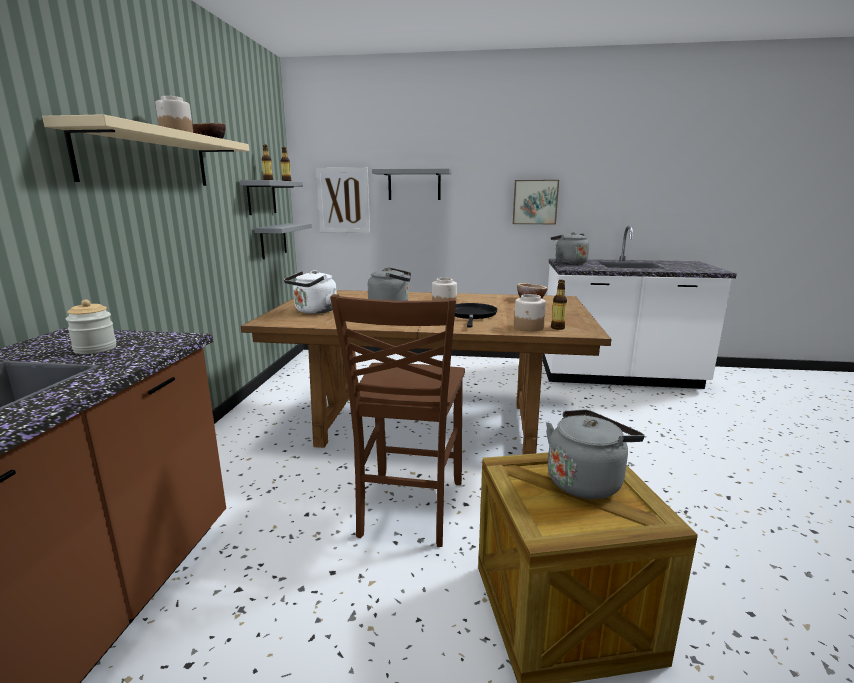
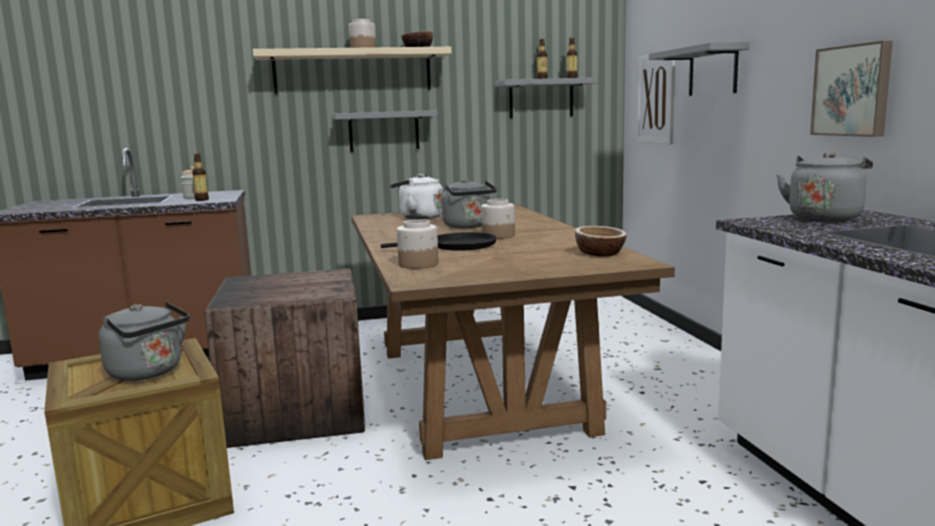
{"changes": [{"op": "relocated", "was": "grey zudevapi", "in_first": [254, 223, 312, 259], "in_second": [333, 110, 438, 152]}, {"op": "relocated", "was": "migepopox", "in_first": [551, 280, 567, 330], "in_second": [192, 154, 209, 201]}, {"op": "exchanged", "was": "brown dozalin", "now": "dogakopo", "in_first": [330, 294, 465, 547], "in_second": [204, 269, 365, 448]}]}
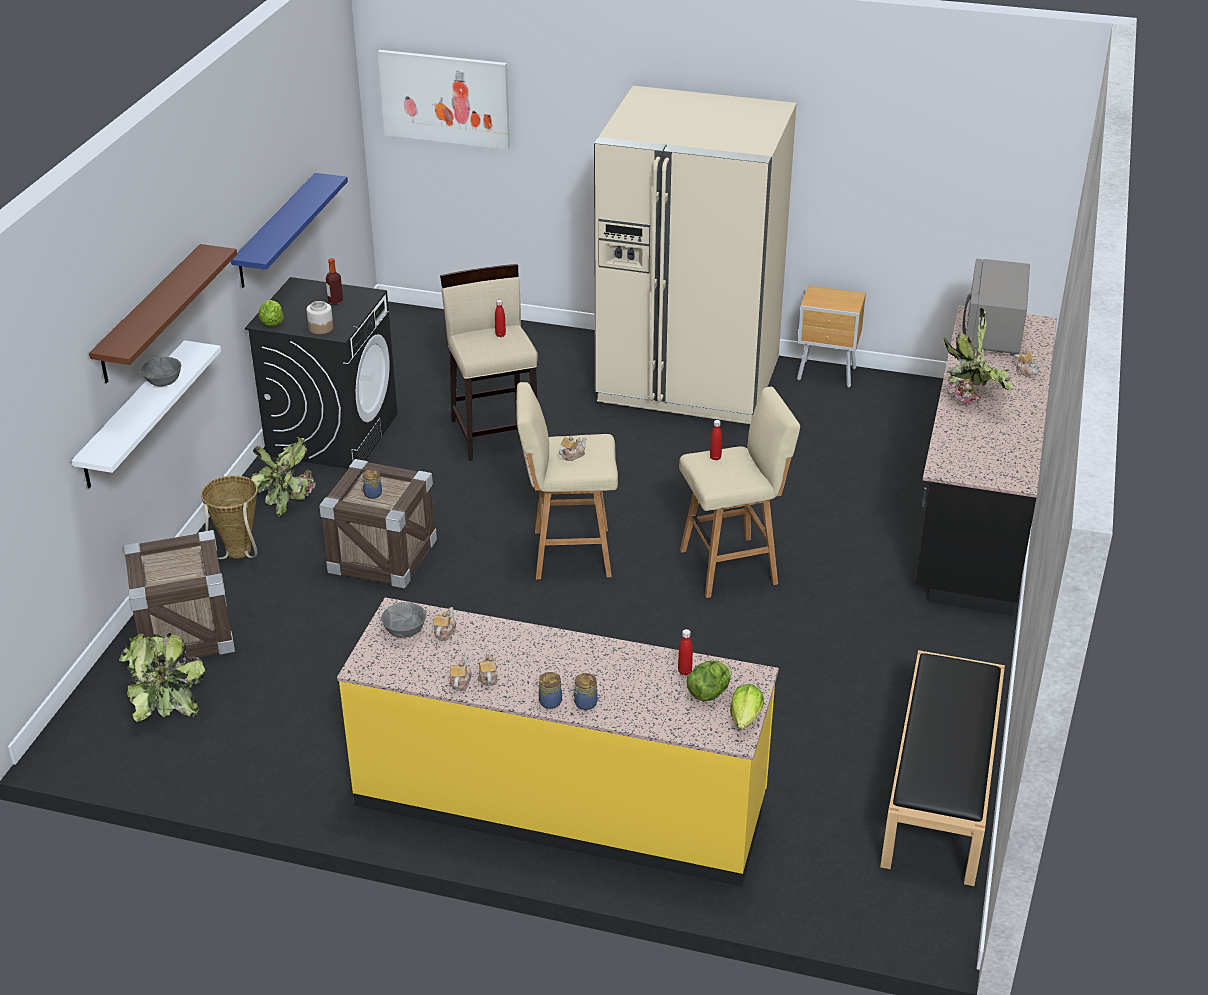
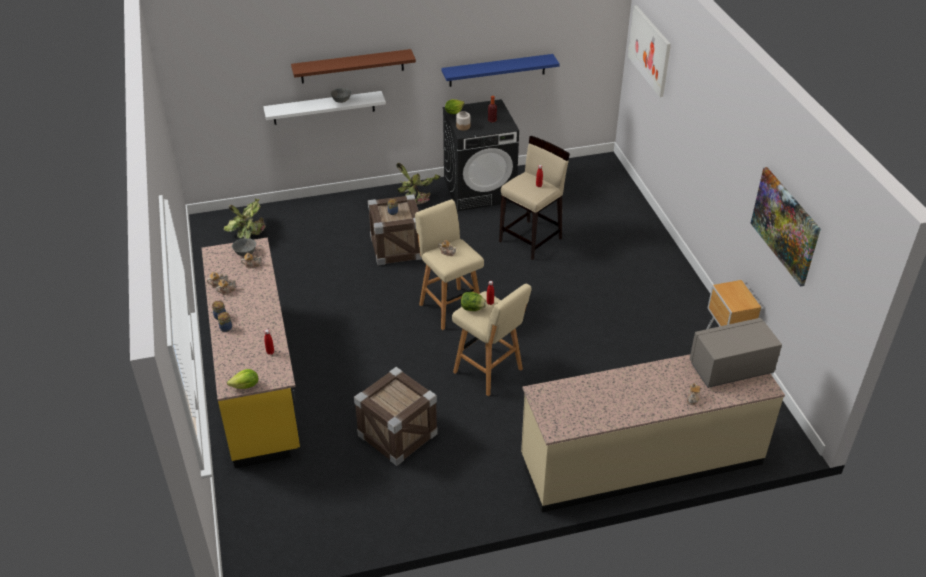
{"changes": [{"op": "missing", "was": "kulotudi", "in_first": [201, 475, 258, 559]}, {"op": "missing", "was": "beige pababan", "in_first": [594, 86, 797, 424]}, {"op": "missing", "was": "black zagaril", "in_first": [880, 650, 1005, 886]}, {"op": "missing", "was": "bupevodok", "in_first": [943, 307, 1013, 404]}, {"op": "appeared", "now": "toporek", "in_second": [751, 167, 821, 287]}, {"op": "relocated", "was": "dogakopo", "in_first": [123, 530, 235, 658], "in_second": [354, 367, 438, 466]}, {"op": "relocated", "was": "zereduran", "in_first": [687, 660, 732, 701], "in_second": [461, 292, 487, 311]}, {"op": "colour", "was": "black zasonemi", "now": "beige zasonemi", "in_first": [916, 305, 1057, 616], "in_second": [521, 354, 785, 512]}]}
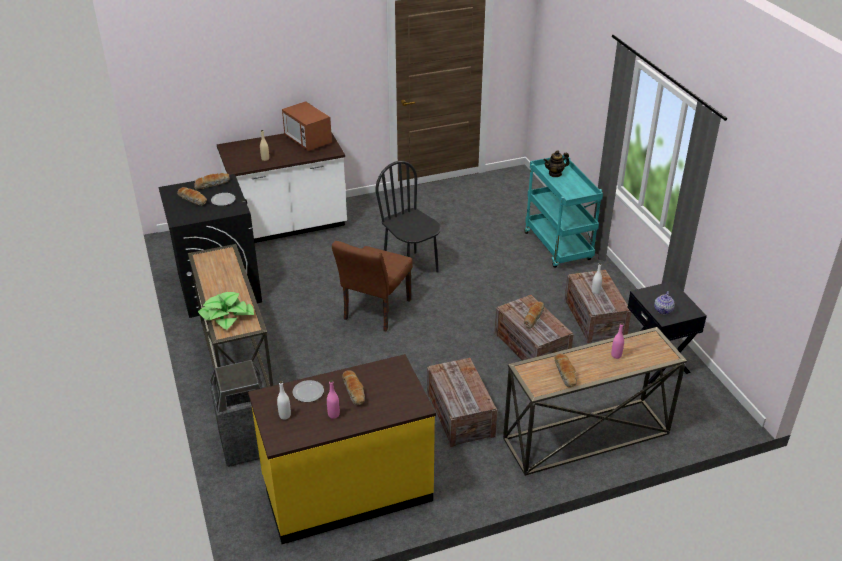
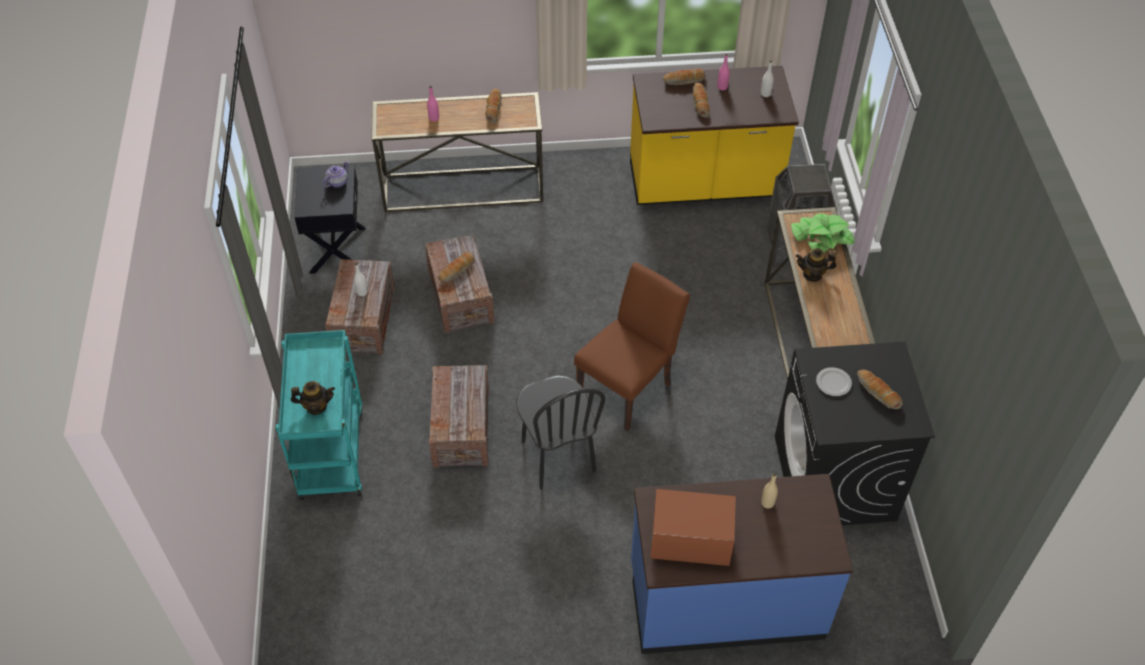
{"changes": [{"op": "missing", "was": "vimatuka", "in_first": [293, 380, 324, 402]}, {"op": "appeared", "now": "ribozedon", "in_second": [796, 248, 836, 282]}, {"op": "relocated", "was": "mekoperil", "in_first": [194, 173, 230, 190], "in_second": [663, 69, 706, 85]}, {"op": "relocated", "was": "dogakopo", "in_first": [427, 358, 497, 447], "in_second": [429, 365, 489, 468]}, {"op": "colour", "was": "white zasonemi", "now": "blue zasonemi", "in_first": [217, 132, 347, 243], "in_second": [631, 474, 853, 654]}, {"op": "spun", "was": "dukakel", "in_first": [282, 101, 332, 151], "in_second": [651, 489, 736, 566], "clockwise": -60}]}
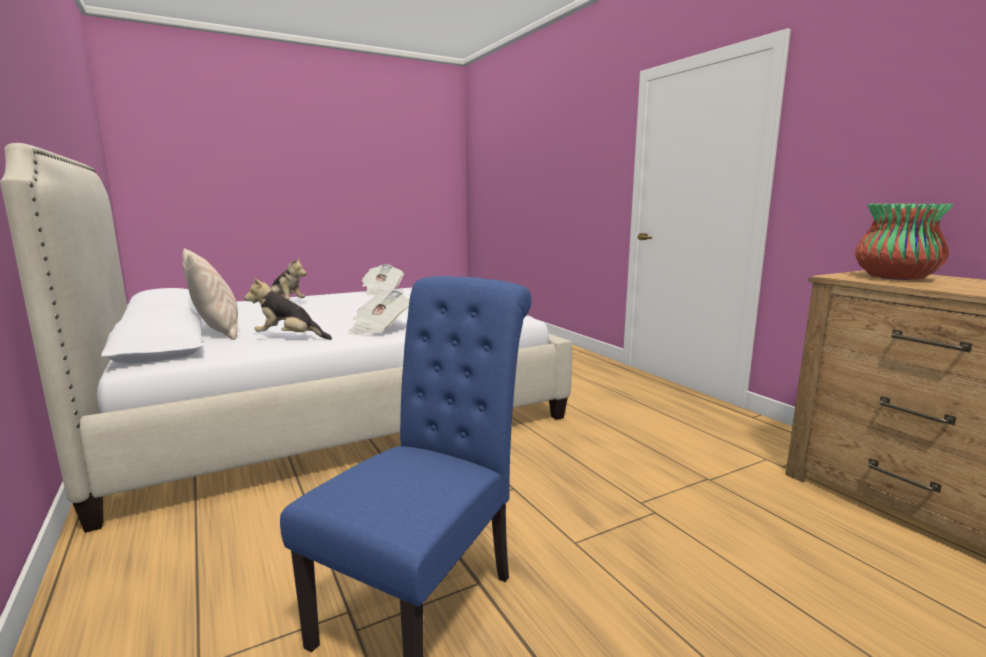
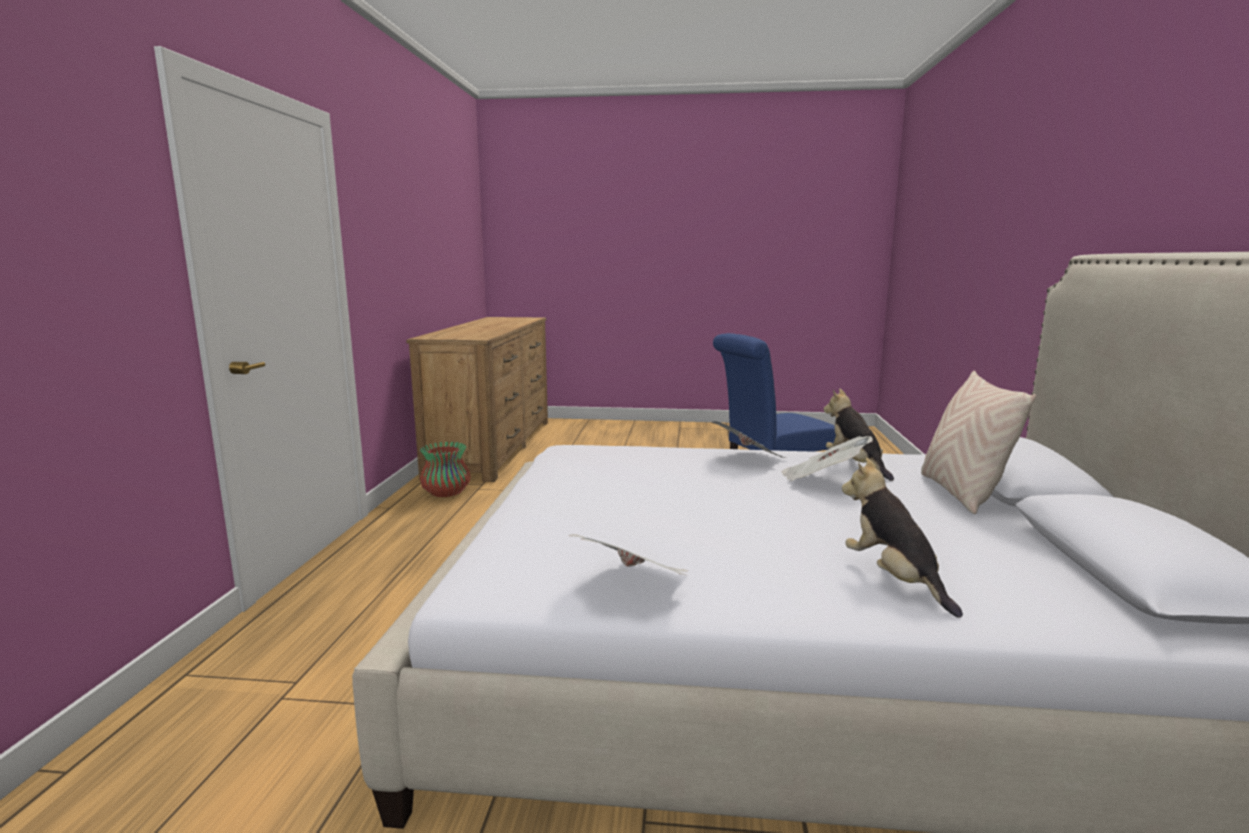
{"changes": [{"op": "appeared", "now": "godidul", "in_second": [782, 436, 873, 481]}, {"op": "relocated", "was": "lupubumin", "in_first": [855, 204, 953, 280], "in_second": [420, 442, 471, 497]}, {"op": "spun", "was": "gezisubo", "in_first": [244, 278, 332, 340], "in_second": [824, 389, 894, 481], "clockwise": -150}]}
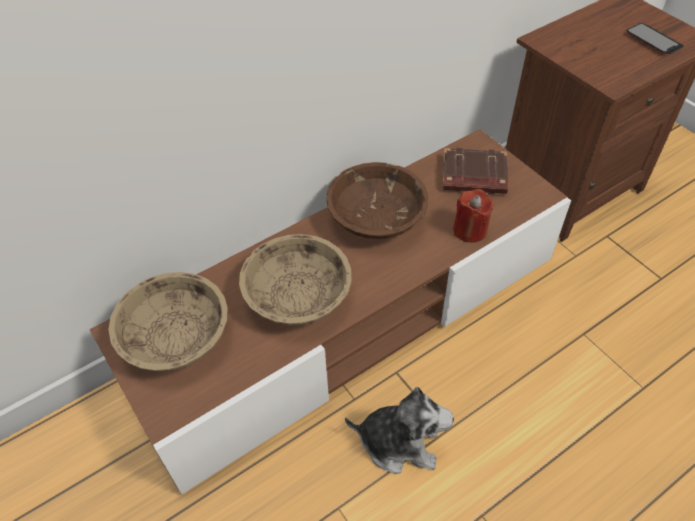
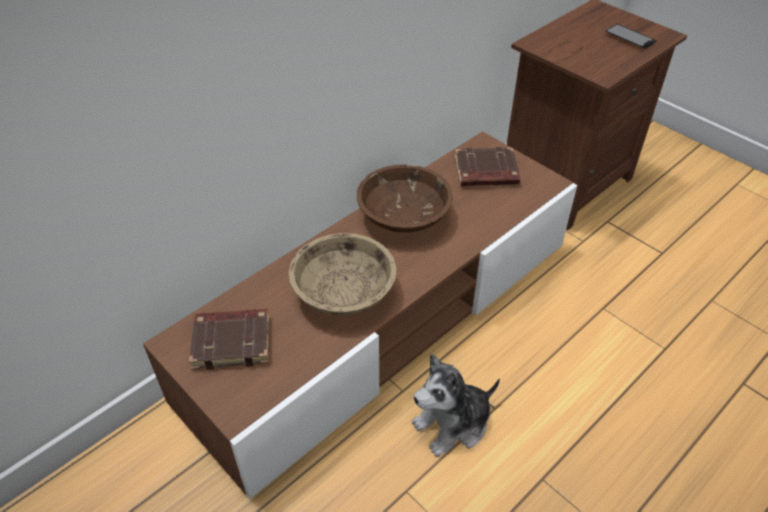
{"changes": [{"op": "missing", "was": "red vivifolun", "in_first": [453, 189, 494, 243]}, {"op": "exchanged", "was": "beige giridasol", "now": "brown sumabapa", "in_first": [109, 272, 228, 371], "in_second": [189, 309, 269, 370]}, {"op": "spun", "was": "gezisubo", "in_first": [345, 387, 454, 474], "in_second": [412, 353, 500, 457], "clockwise": 150}]}
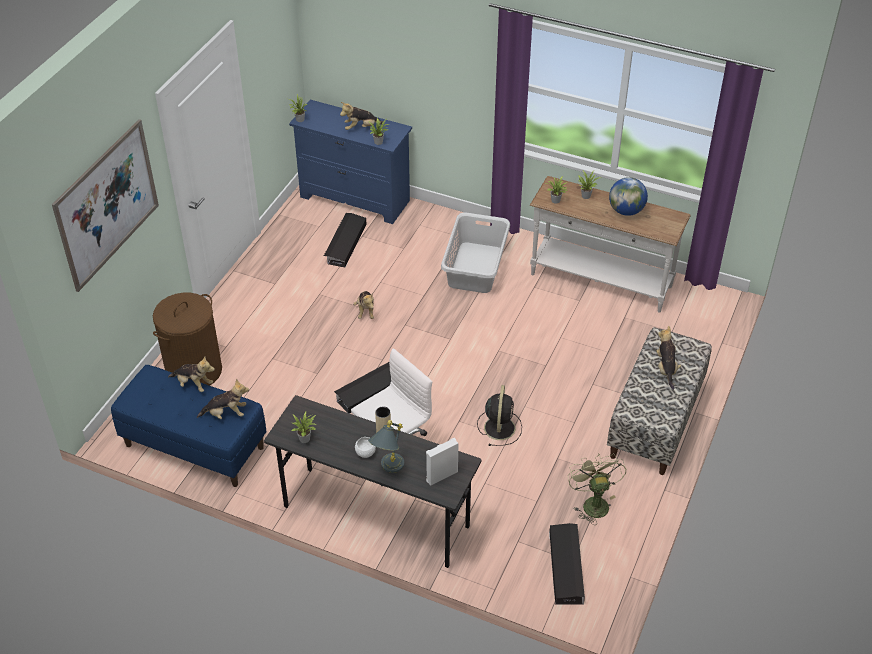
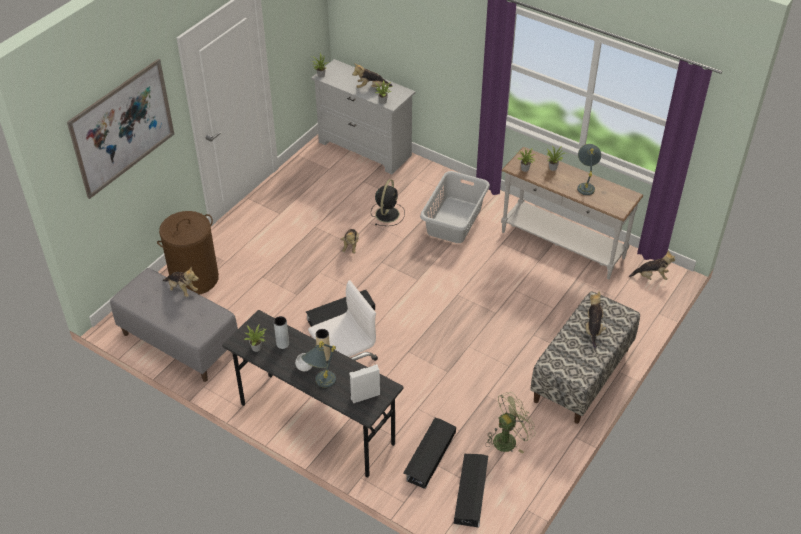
{"changes": [{"op": "appeared", "now": "grey lupubumin", "in_second": [274, 316, 289, 349]}, {"op": "relocated", "was": "gezisubo", "in_first": [197, 379, 249, 419], "in_second": [629, 250, 675, 280]}, {"op": "relocated", "was": "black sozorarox", "in_first": [324, 213, 366, 267], "in_second": [403, 418, 456, 489]}, {"op": "relocated", "was": "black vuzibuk", "in_first": [477, 385, 522, 446], "in_second": [371, 179, 405, 226]}, {"op": "exchanged", "was": "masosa", "now": "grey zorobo", "in_first": [609, 177, 648, 216], "in_second": [577, 144, 601, 195]}, {"op": "colour", "was": "blue zagaril", "now": "grey zagaril", "in_first": [111, 365, 267, 487], "in_second": [110, 268, 238, 382]}, {"op": "colour", "was": "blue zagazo", "now": "white zagazo", "in_first": [289, 100, 412, 224], "in_second": [311, 59, 416, 174]}, {"op": "spun", "was": "green vuzibuk", "in_first": [568, 453, 626, 525], "in_second": [486, 392, 536, 454], "clockwise": 60}]}
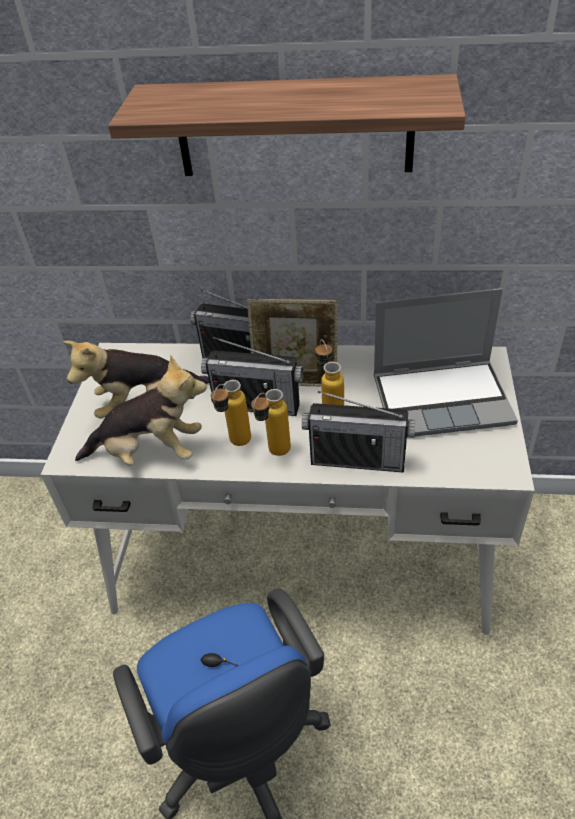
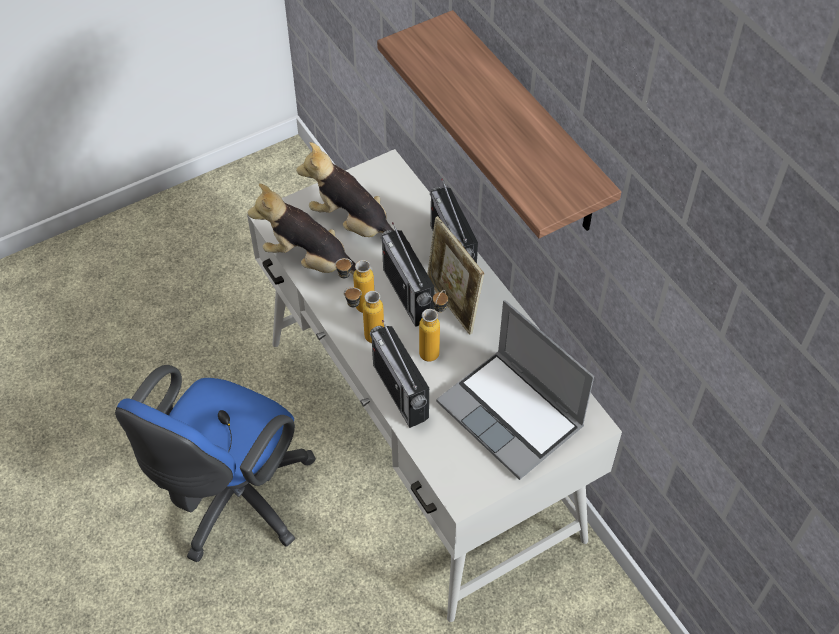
{"changes": [{"op": "spun", "was": "gezisubo", "in_first": [75, 355, 206, 466], "in_second": [247, 184, 356, 275], "clockwise": 150}]}
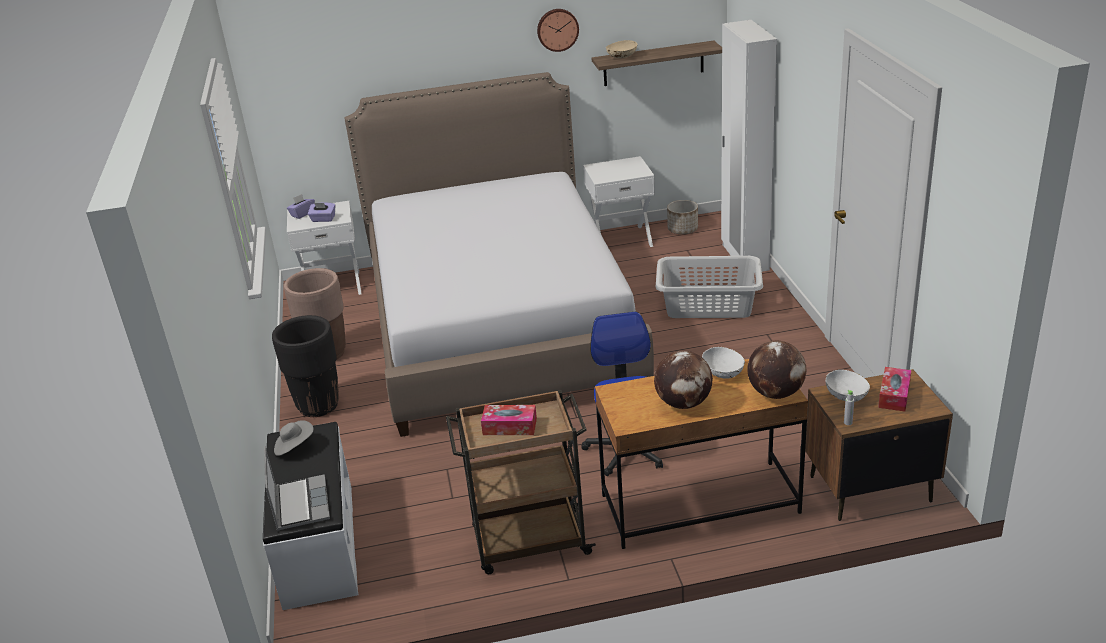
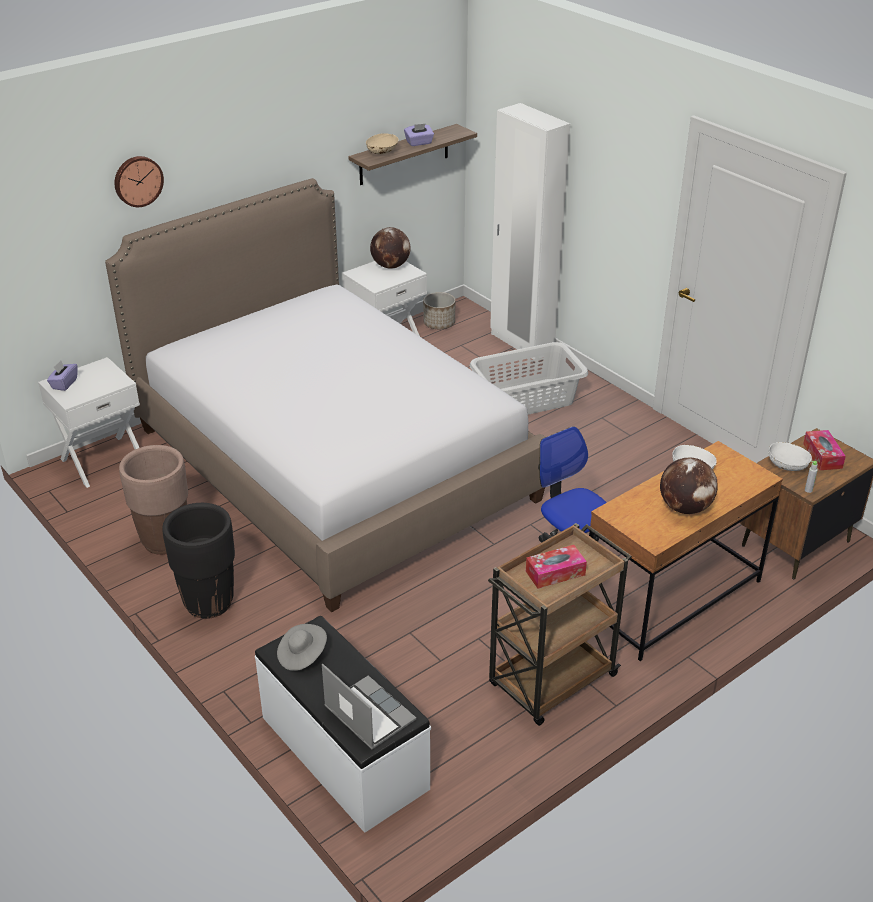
{"changes": [{"op": "relocated", "was": "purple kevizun", "in_first": [308, 202, 336, 222], "in_second": [404, 123, 434, 146]}, {"op": "relocated", "was": "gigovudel", "in_first": [537, 9, 579, 52], "in_second": [115, 156, 164, 207]}, {"op": "relocated", "was": "masosa", "in_first": [747, 341, 806, 399], "in_second": [370, 227, 411, 269]}]}
